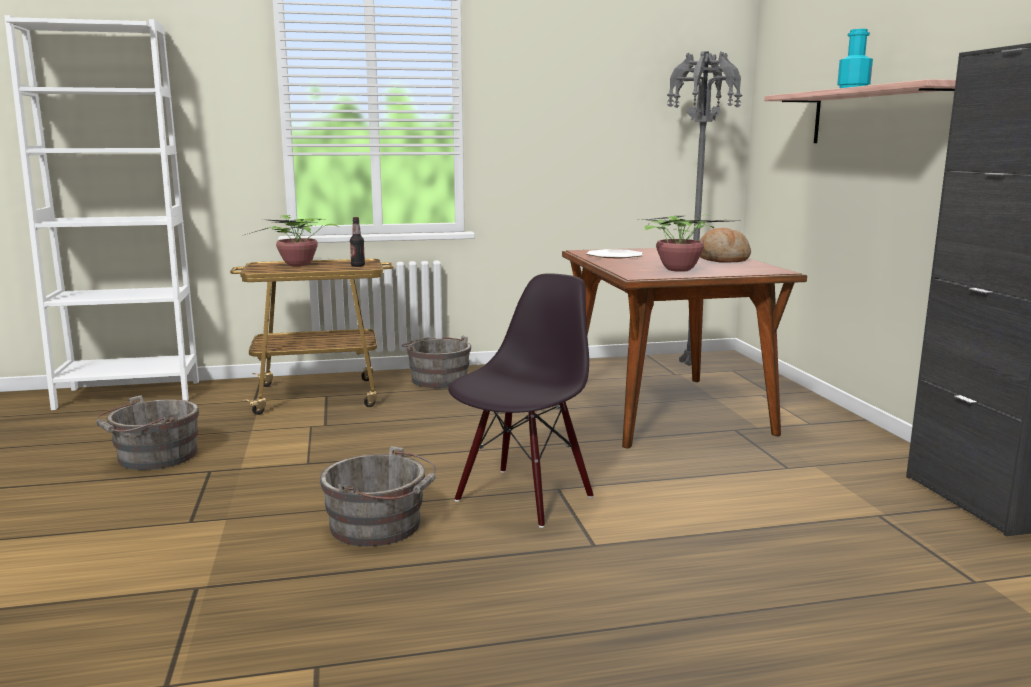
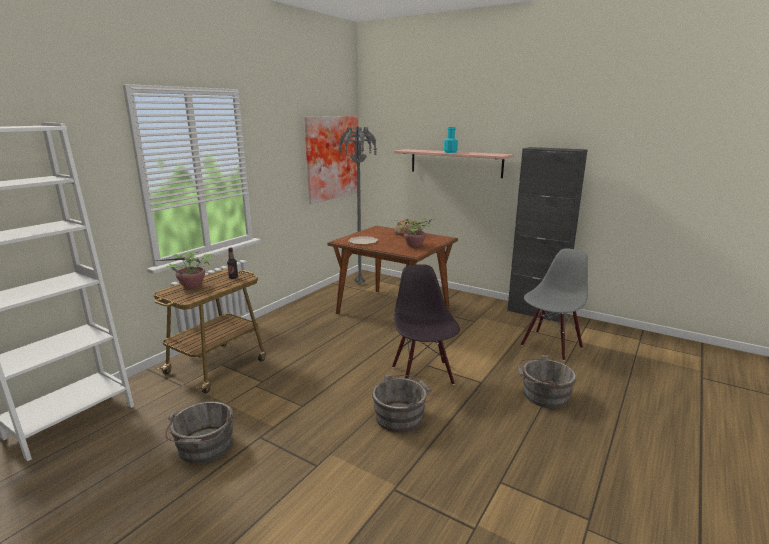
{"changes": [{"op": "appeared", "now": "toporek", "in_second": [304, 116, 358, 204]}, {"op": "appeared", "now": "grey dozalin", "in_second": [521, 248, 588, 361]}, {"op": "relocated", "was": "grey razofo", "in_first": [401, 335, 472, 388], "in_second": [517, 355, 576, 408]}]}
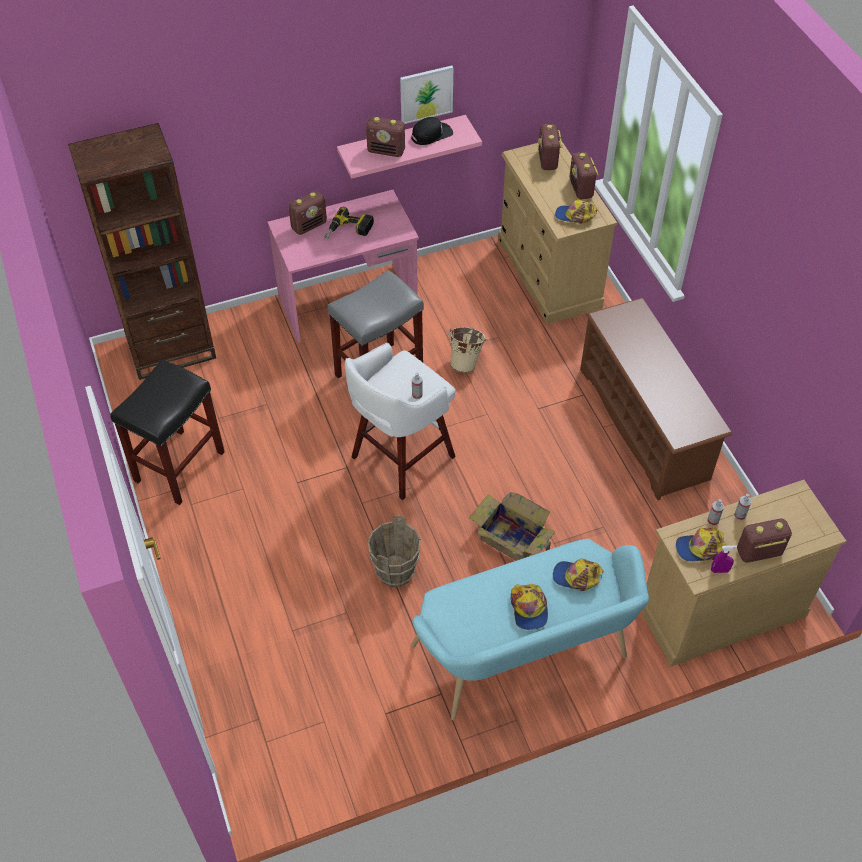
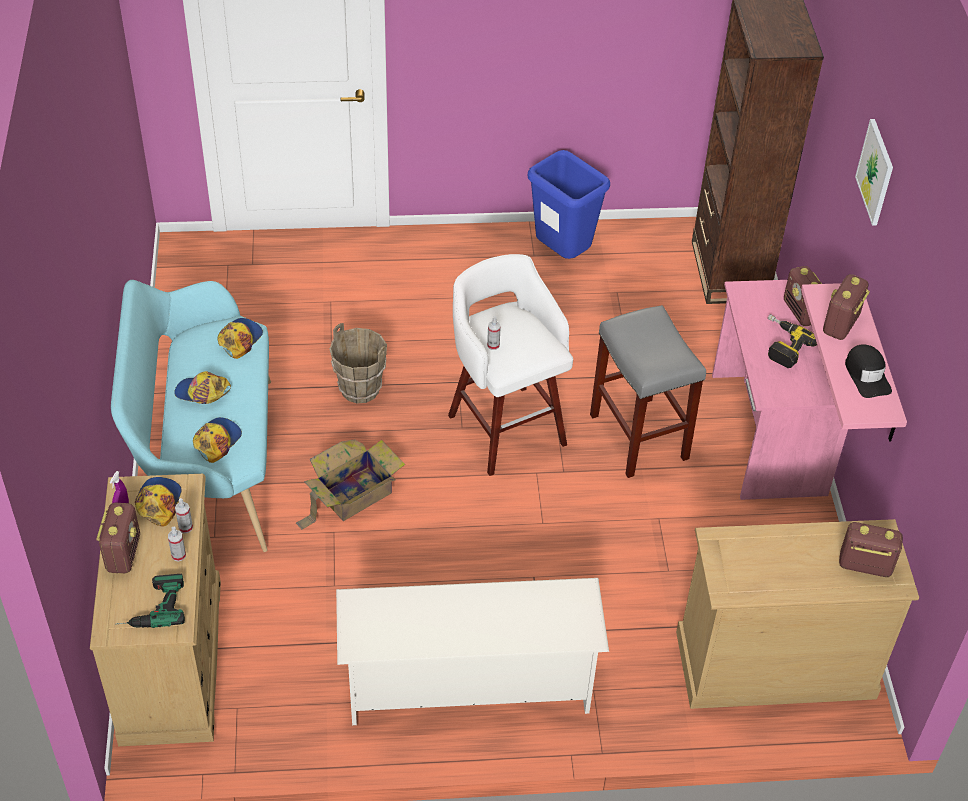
{"changes": [{"op": "missing", "was": "beige razofo", "in_first": [448, 327, 486, 373]}, {"op": "missing", "was": "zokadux", "in_first": [569, 152, 599, 199]}, {"op": "appeared", "now": "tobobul", "in_second": [116, 574, 185, 628]}, {"op": "relocated", "was": "toporek", "in_first": [400, 66, 453, 124], "in_second": [855, 119, 893, 226]}, {"op": "relocated", "was": "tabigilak", "in_first": [555, 199, 597, 223], "in_second": [217, 318, 263, 359]}, {"op": "exchanged", "was": "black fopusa", "now": "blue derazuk", "in_first": [110, 359, 225, 505], "in_second": [528, 150, 610, 259]}, {"op": "colour", "was": "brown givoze", "now": "white givoze", "in_first": [580, 298, 732, 500], "in_second": [336, 578, 609, 725]}]}
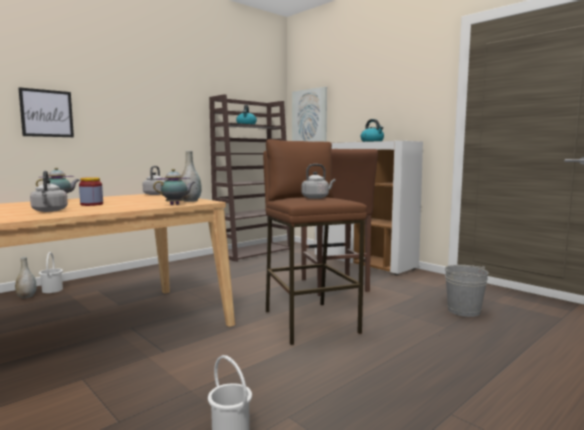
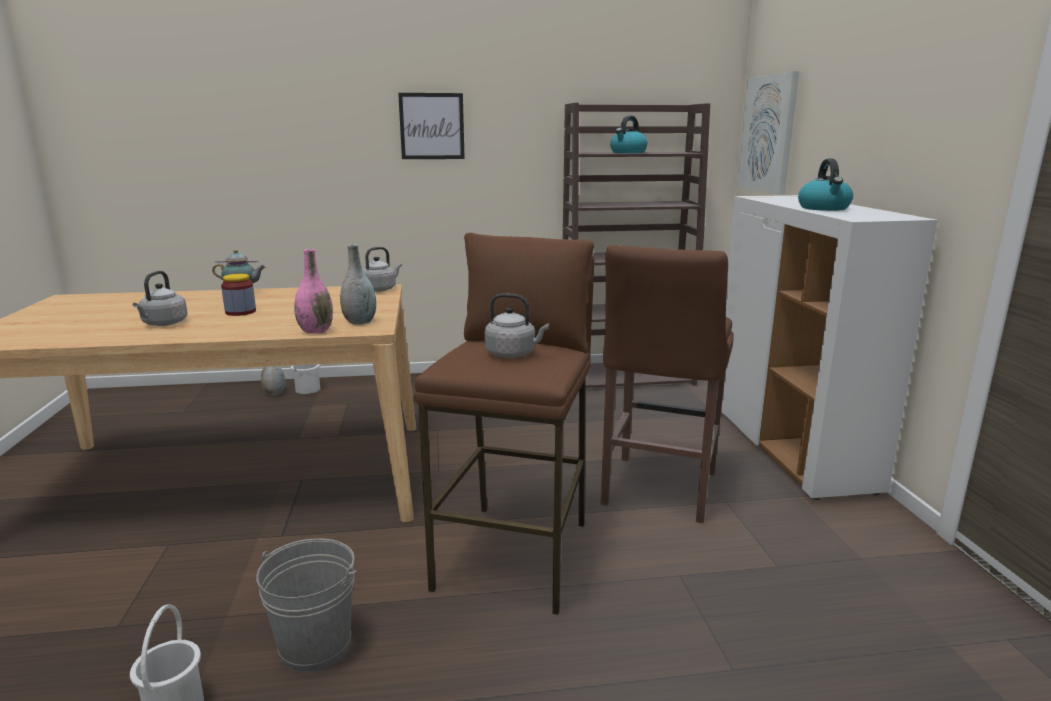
{"changes": [{"op": "relocated", "was": "toporek", "in_first": [18, 87, 74, 137], "in_second": [398, 93, 465, 159]}, {"op": "relocated", "was": "grey razofo", "in_first": [445, 265, 489, 317], "in_second": [256, 538, 357, 672]}, {"op": "exchanged", "was": "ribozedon", "now": "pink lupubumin", "in_first": [153, 169, 195, 205], "in_second": [294, 249, 333, 333]}]}
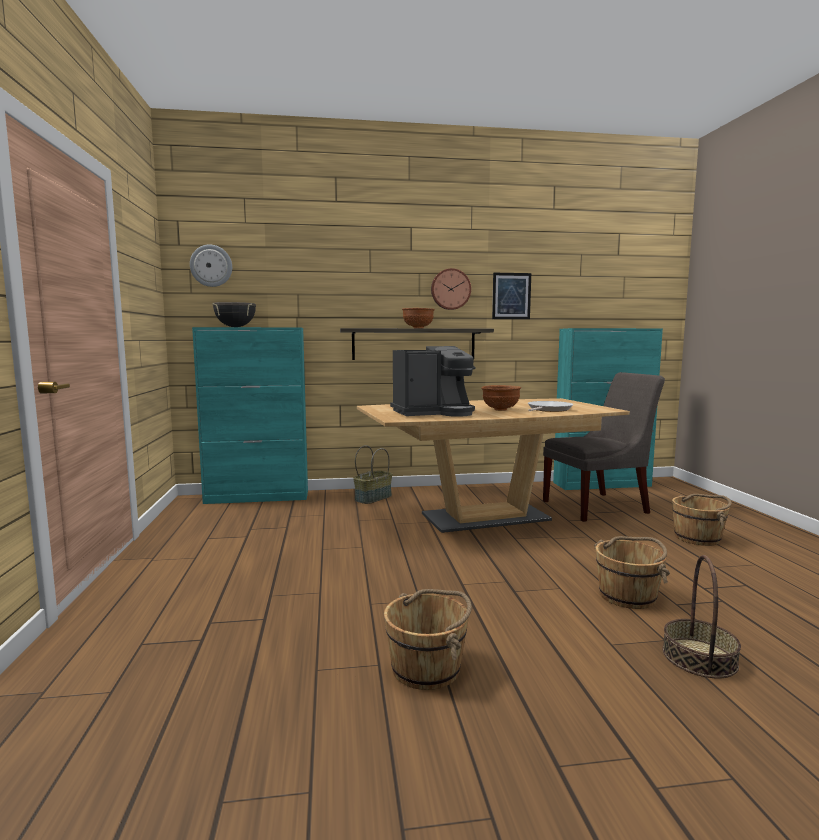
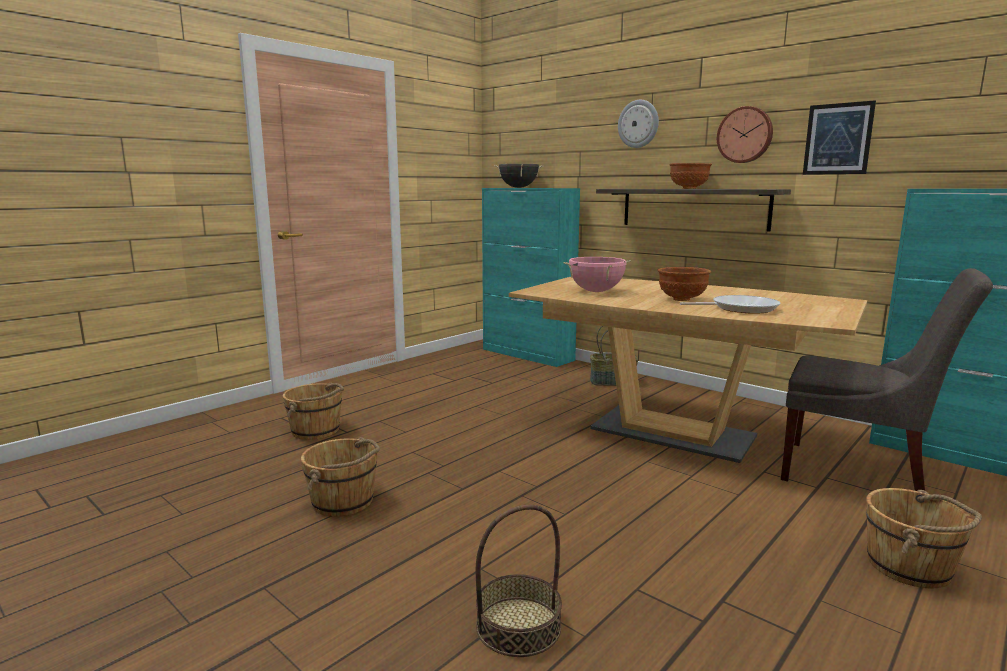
{"changes": [{"op": "relocated", "was": "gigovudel", "in_first": [190, 245, 232, 287], "in_second": [618, 100, 659, 148]}, {"op": "relocated", "was": "brown razofo", "in_first": [594, 536, 670, 609], "in_second": [282, 383, 344, 440]}, {"op": "exchanged", "was": "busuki", "now": "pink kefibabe", "in_first": [390, 346, 476, 417], "in_second": [563, 257, 631, 292]}]}
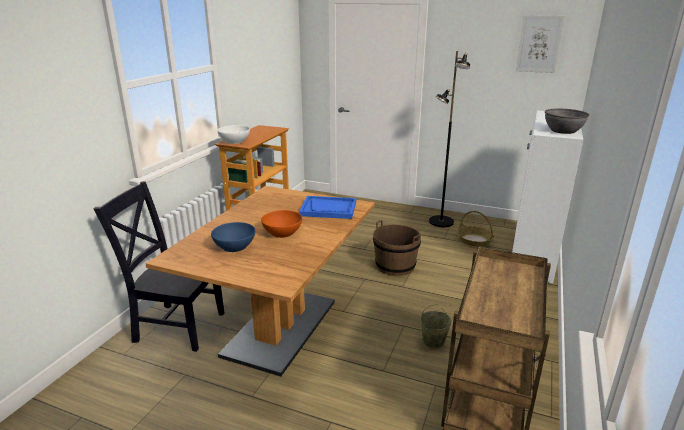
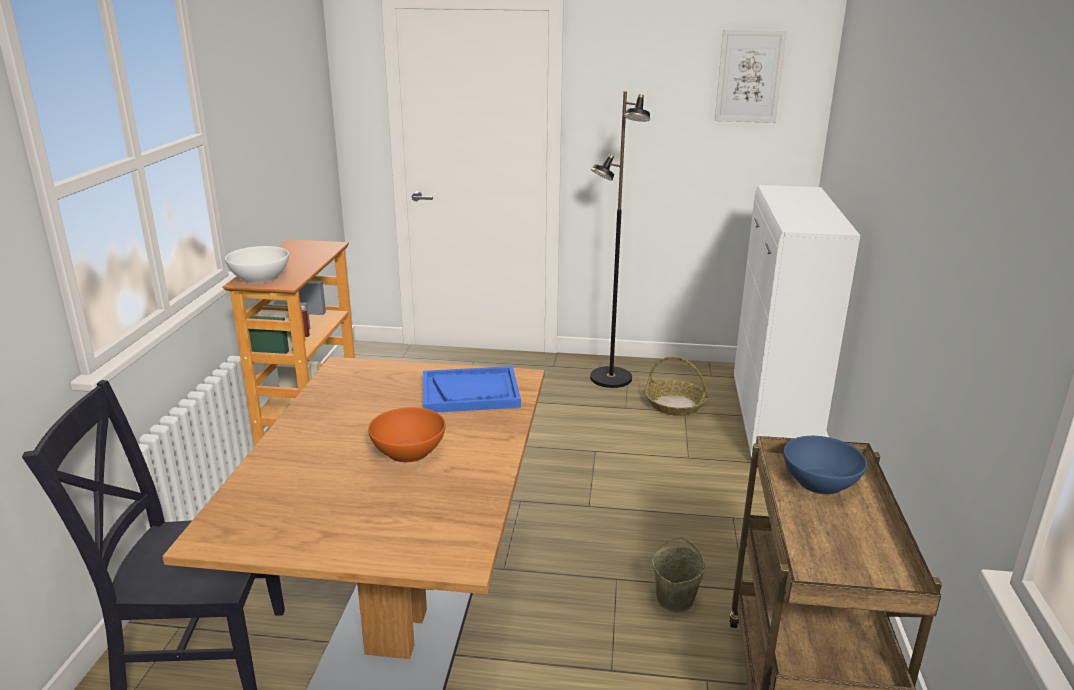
{"changes": [{"op": "missing", "was": "brown razofo", "in_first": [373, 220, 421, 276]}, {"op": "missing", "was": "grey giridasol", "in_first": [545, 108, 589, 134]}, {"op": "relocated", "was": "blue giridasol", "in_first": [211, 222, 255, 252], "in_second": [784, 436, 867, 494]}]}
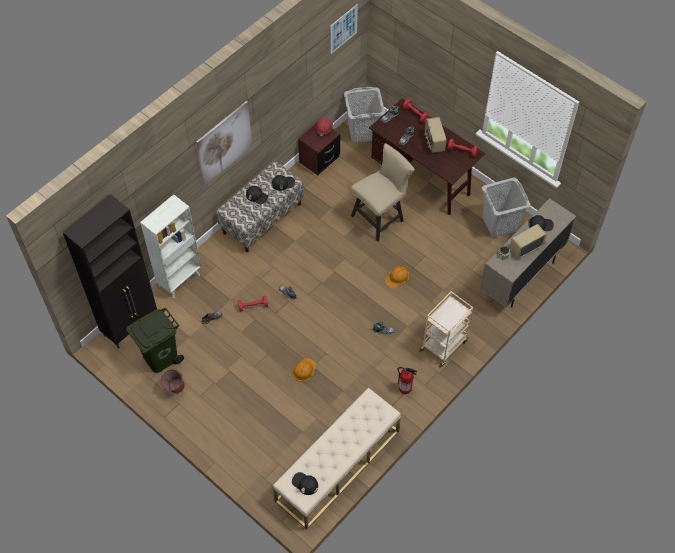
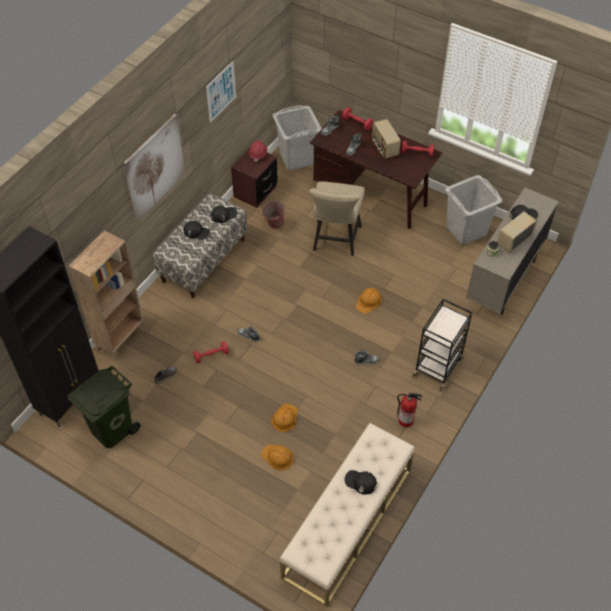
{"changes": [{"op": "appeared", "now": "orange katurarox", "in_second": [261, 445, 294, 470]}, {"op": "relocated", "was": "razofo", "in_first": [159, 368, 185, 393], "in_second": [261, 201, 285, 229]}, {"op": "relocated", "was": "black tabigilak", "in_first": [292, 472, 318, 495], "in_second": [345, 470, 377, 495]}, {"op": "relocated", "was": "toporek", "in_first": [331, 4, 358, 54], "in_second": [206, 61, 236, 123]}, {"op": "colour", "was": "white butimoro", "now": "brown butimoro", "in_first": [140, 194, 201, 298], "in_second": [69, 230, 144, 360]}, {"op": "colour", "was": "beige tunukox", "now": "black tunukox", "in_first": [419, 291, 473, 368], "in_second": [412, 299, 472, 391]}, {"op": "spun", "was": "beige dozalin", "in_first": [351, 143, 415, 242], "in_second": [309, 181, 365, 256], "clockwise": 150}]}
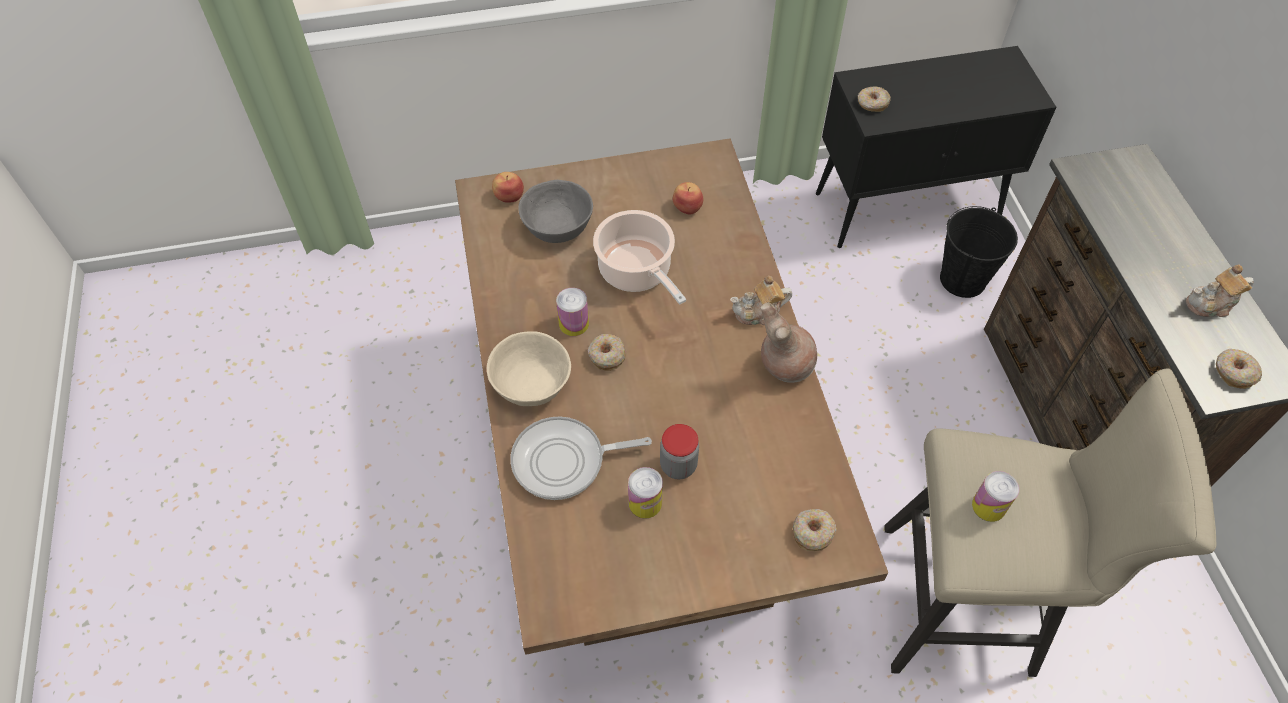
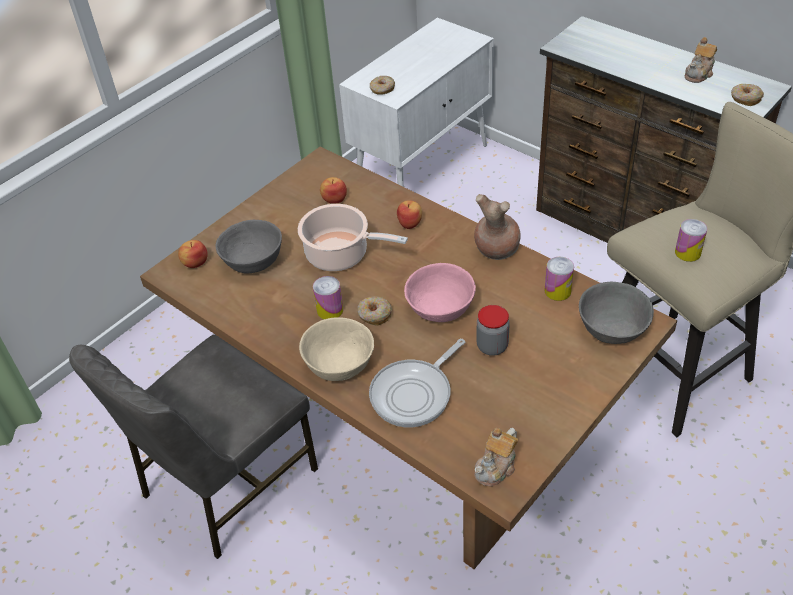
{"changes": [{"op": "missing", "was": "black razofo", "in_first": [940, 206, 1018, 298]}, {"op": "appeared", "now": "grey dozalin", "in_second": [69, 334, 318, 559]}, {"op": "appeared", "now": "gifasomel", "in_second": [397, 200, 422, 229]}, {"op": "appeared", "now": "pink giridasol", "in_second": [404, 263, 476, 322]}, {"op": "relocated", "was": "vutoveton", "in_first": [628, 467, 663, 519], "in_second": [544, 257, 574, 301]}, {"op": "relocated", "was": "ribozedon", "in_first": [730, 276, 792, 325], "in_second": [474, 428, 518, 487]}, {"op": "exchanged", "was": "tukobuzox", "now": "grey giridasol", "in_first": [793, 509, 837, 551], "in_second": [579, 282, 654, 344]}, {"op": "colour", "was": "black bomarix", "now": "white bomarix", "in_first": [816, 46, 1056, 248], "in_second": [339, 18, 494, 187]}]}
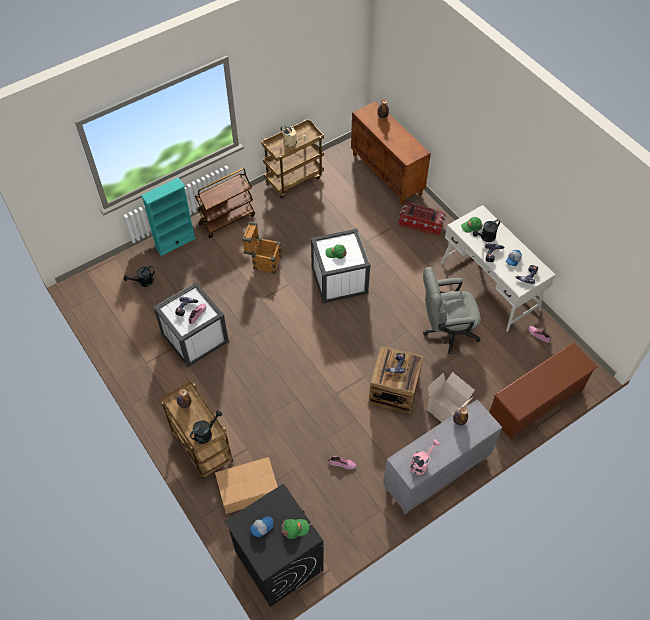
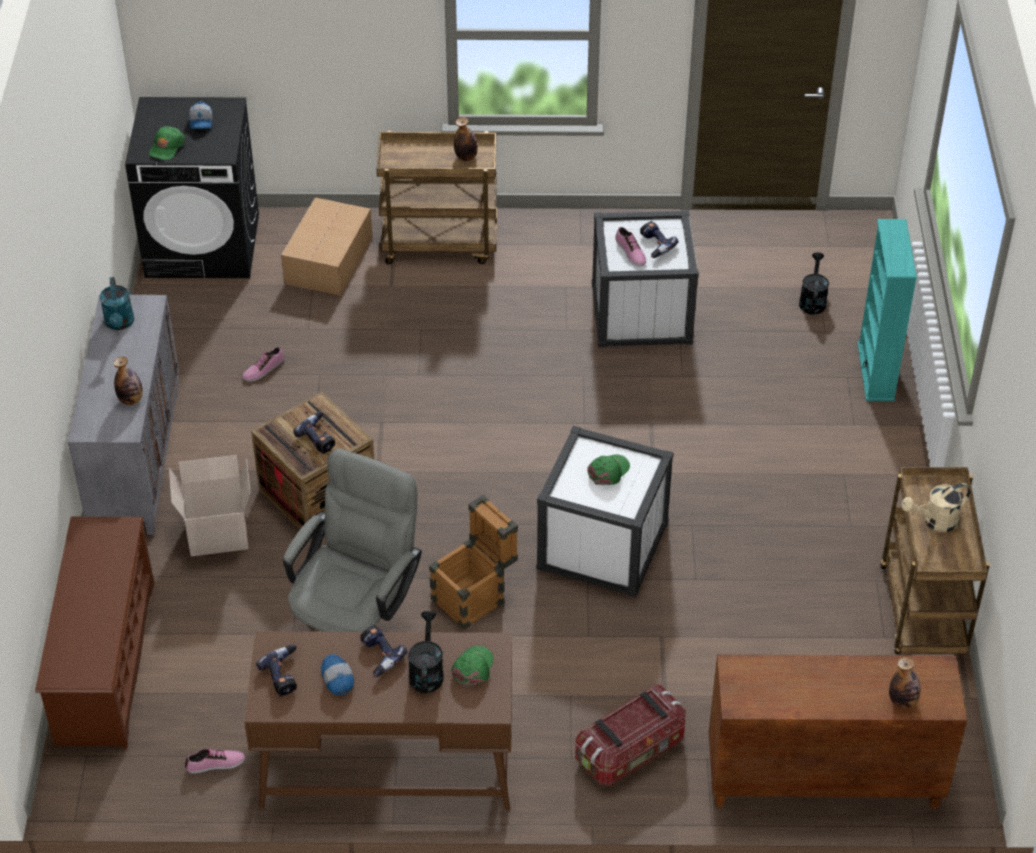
{"changes": [{"op": "missing", "was": "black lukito", "in_first": [190, 410, 222, 444]}, {"op": "missing", "was": "brown tunukox", "in_first": [195, 168, 255, 238]}, {"op": "relocated", "was": "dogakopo", "in_first": [242, 221, 282, 274], "in_second": [429, 495, 518, 630]}, {"op": "colour", "was": "pink lukito", "now": "turquoise lukito", "in_first": [410, 439, 440, 475], "in_second": [100, 277, 134, 330]}, {"op": "colour", "was": "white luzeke", "now": "brown luzeke", "in_first": [441, 205, 555, 332], "in_second": [244, 631, 512, 811]}]}
